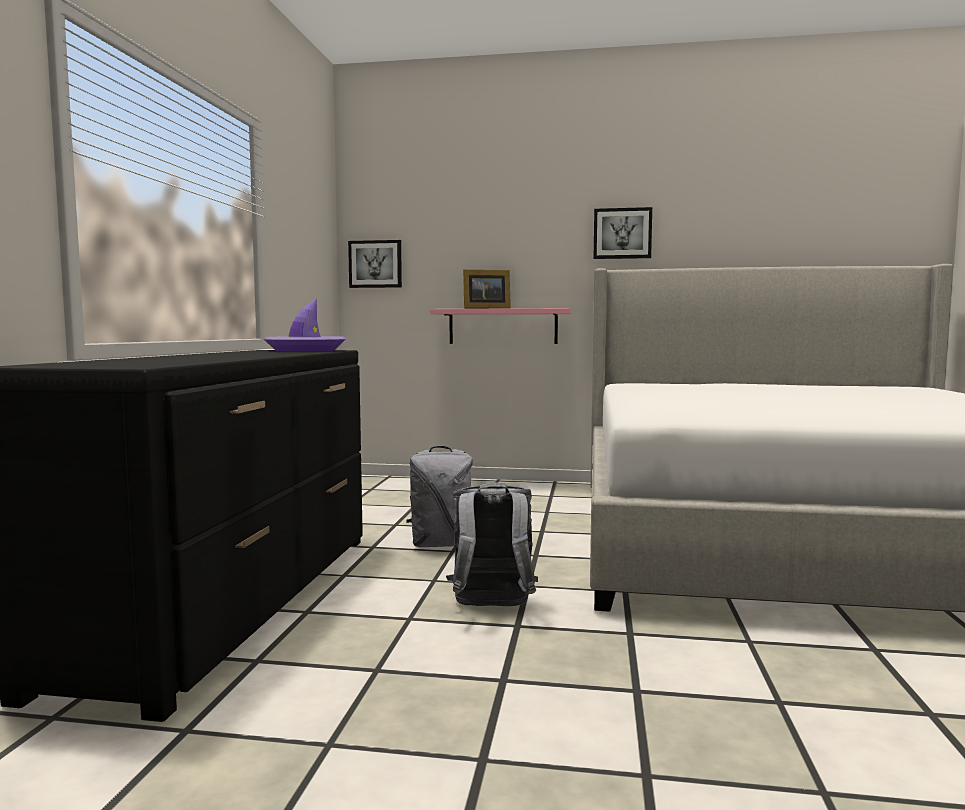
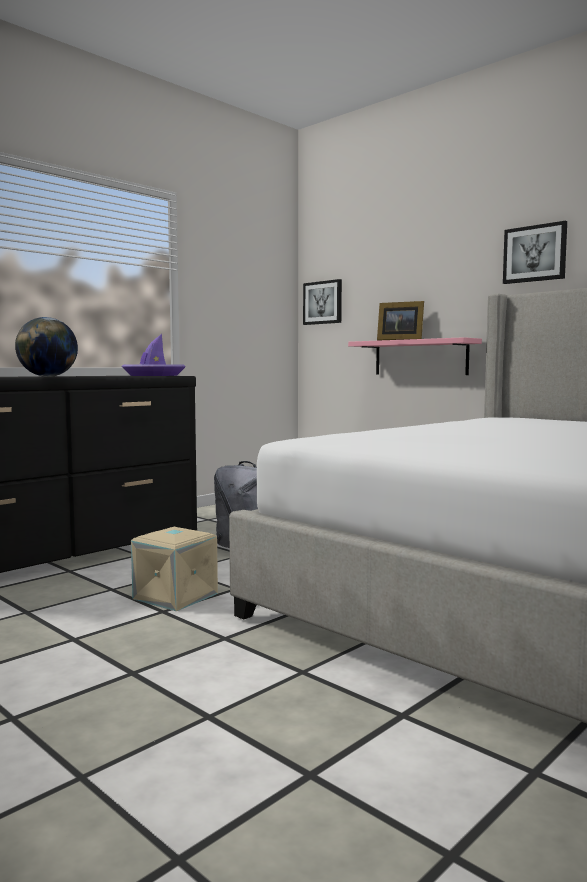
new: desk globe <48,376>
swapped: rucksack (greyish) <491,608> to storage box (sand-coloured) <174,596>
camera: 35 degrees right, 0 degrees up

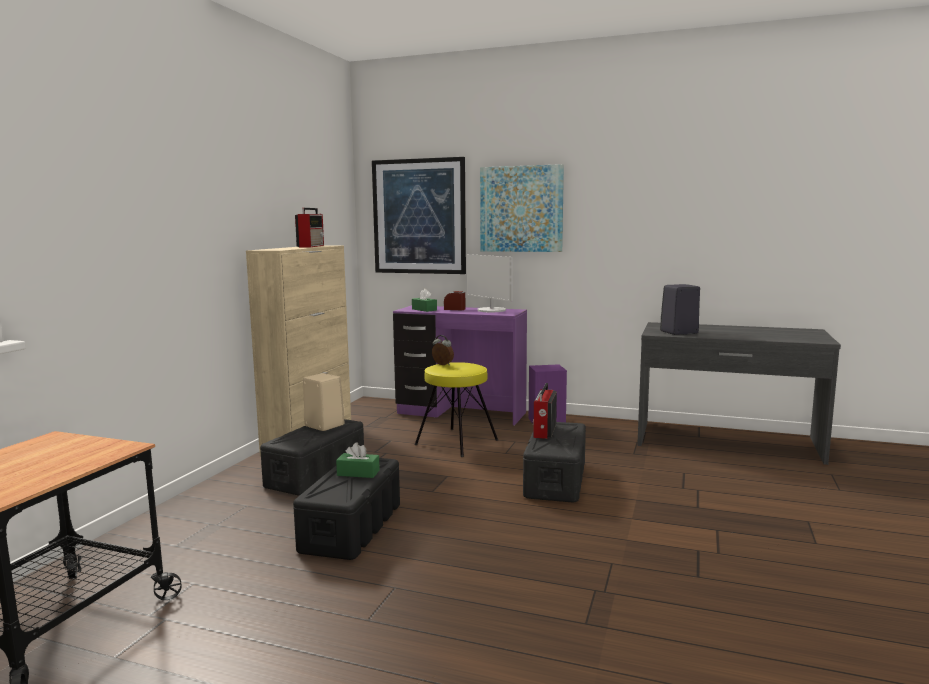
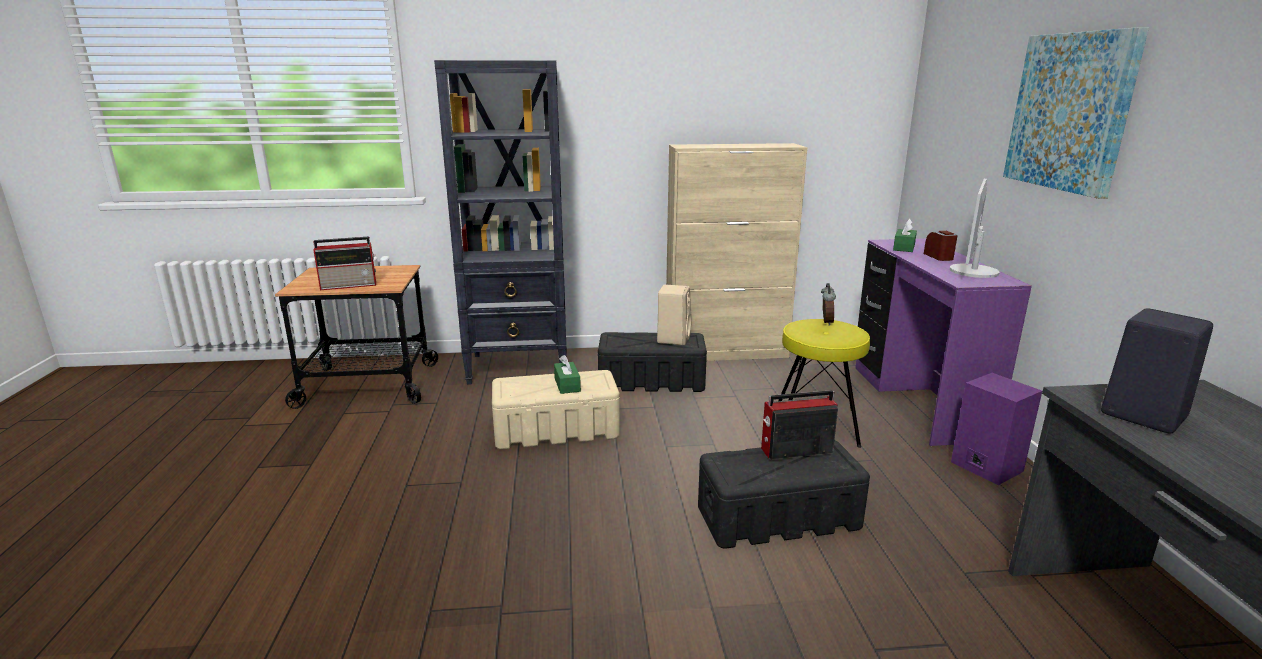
gone: wall art <419,216>
new: shelving unit (black-coloured) <520,367>
shifted: radio receiver <311,246> to <350,285>
repainted: storage box (black-coloured) <352,527> to storage box (sand-coloured) <557,430>
camera: 65 degrees right, 10 degrees up

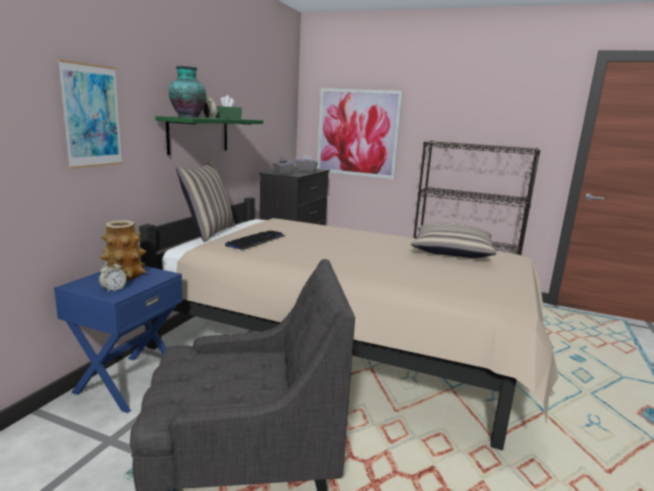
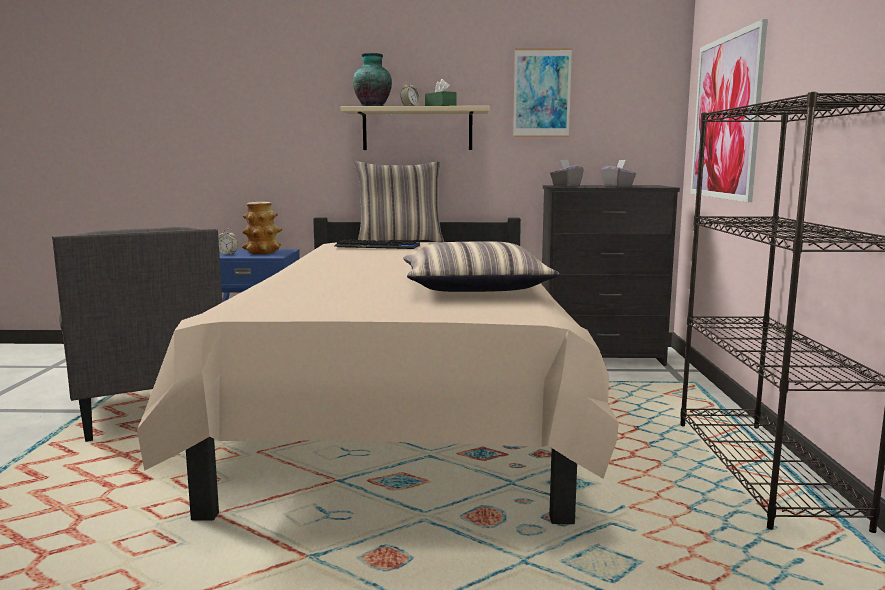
shifted: wall art <92,116> to <542,93>
repainted: wall shelf (green) <198,135> to wall shelf (sand-coloured) <417,129>
camera: 70 degrees right, 5 degrees down

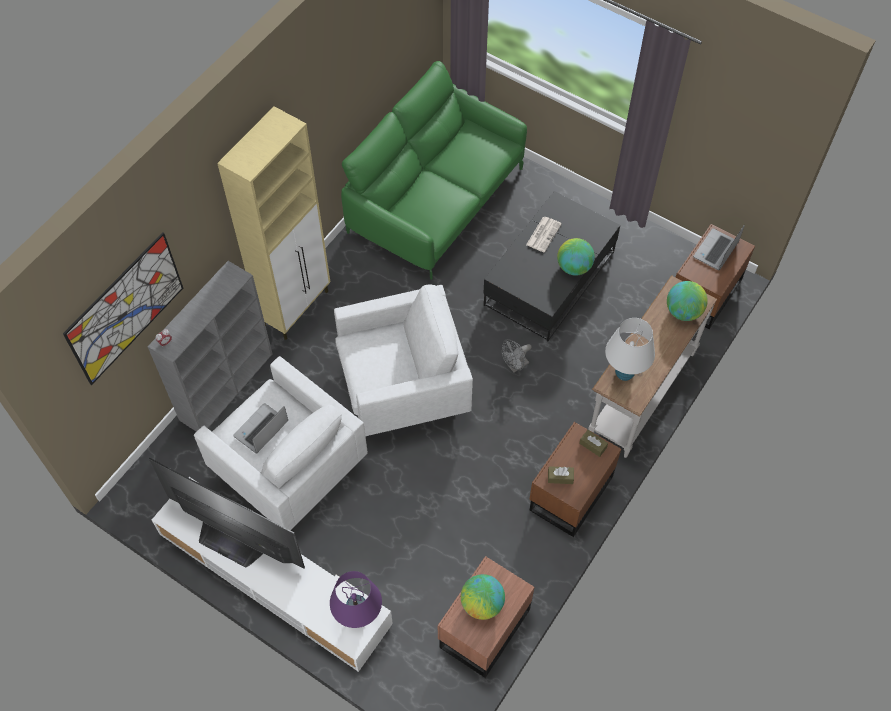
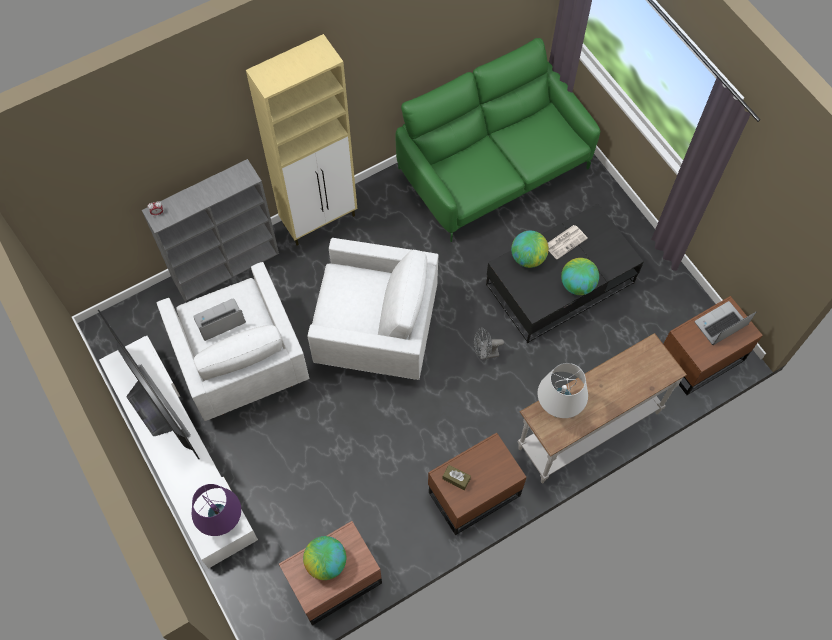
gone: wall art <126,309>; tissue box (brown-coloured) <593,445>
shifted: desk globe <683,311> to <528,258>
camera: 25 degrees right, 5 degrees up

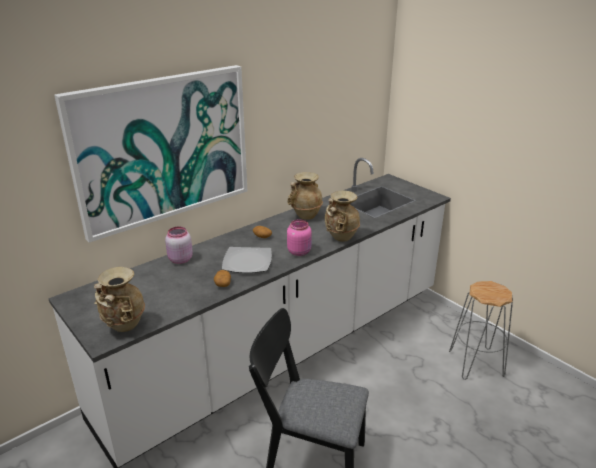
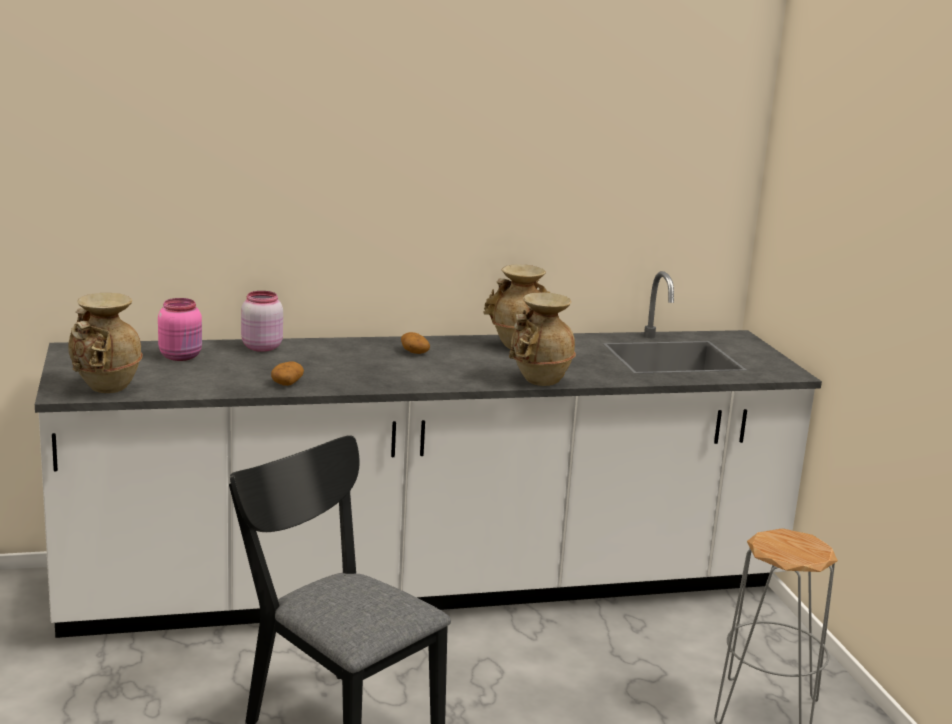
gone: wall art <163,149>; dinner plate <246,262>
shifted: jar (pink-coloured) <299,251> to <182,356>
camera: 25 degrees right, 10 degrees down

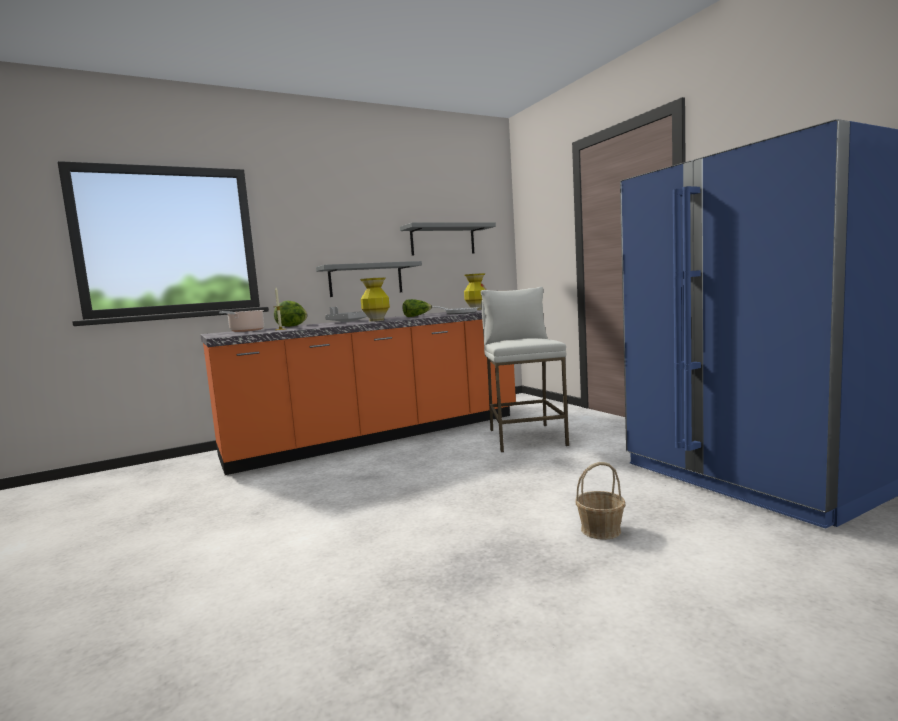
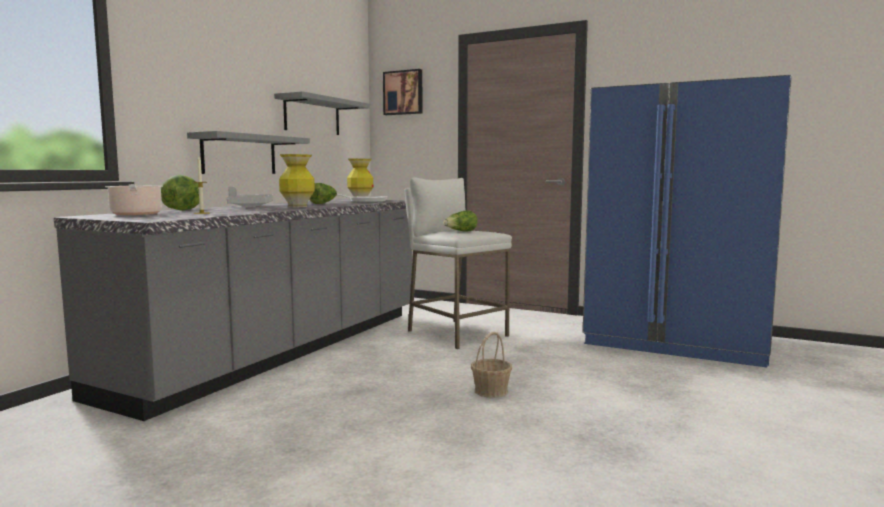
new: wall art <403,92>; lettuce head <461,231>
shifted: storage basket <601,530> to <491,391>
repainted: kitchen base unit (orange-coloured) <377,436> to kitchen base unit (greyish) <282,349>
camera: 35 degrees left, 0 degrees up

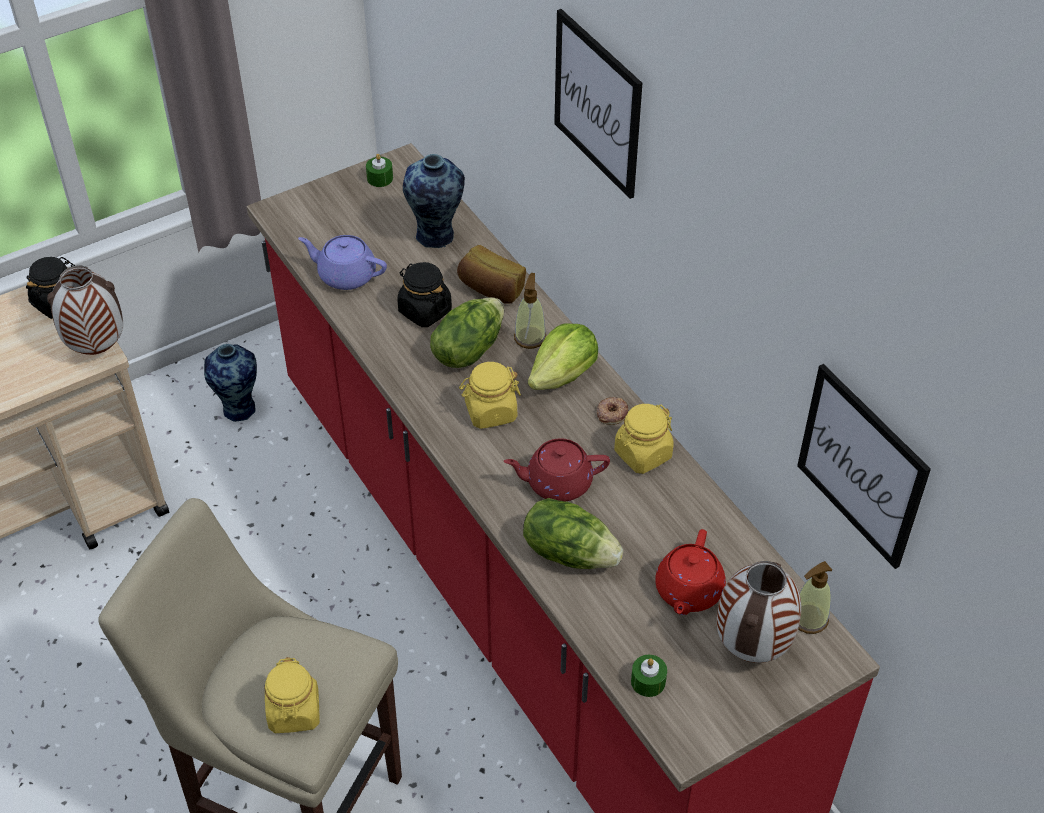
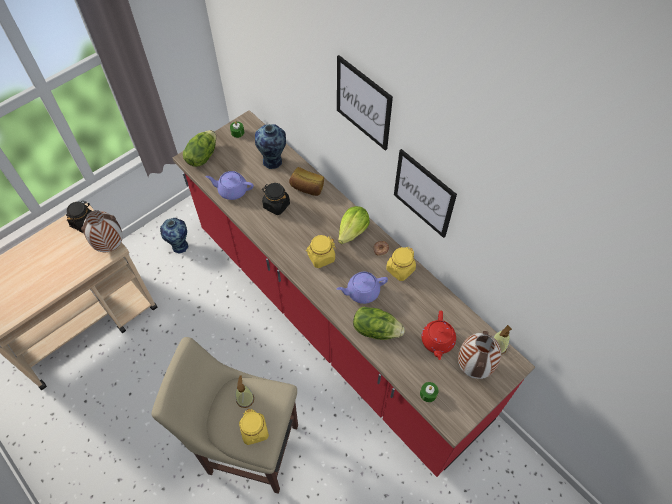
shifted: lettuce head <468,349> to <202,156>; soap bottle <530,337> to <245,399>; wall art <861,466> to <424,193>
repainted: pot for tea (red-coloured) <557,482> to pot for tea (purplish) <362,292>
camera: 10 degrees left, 10 degrees up

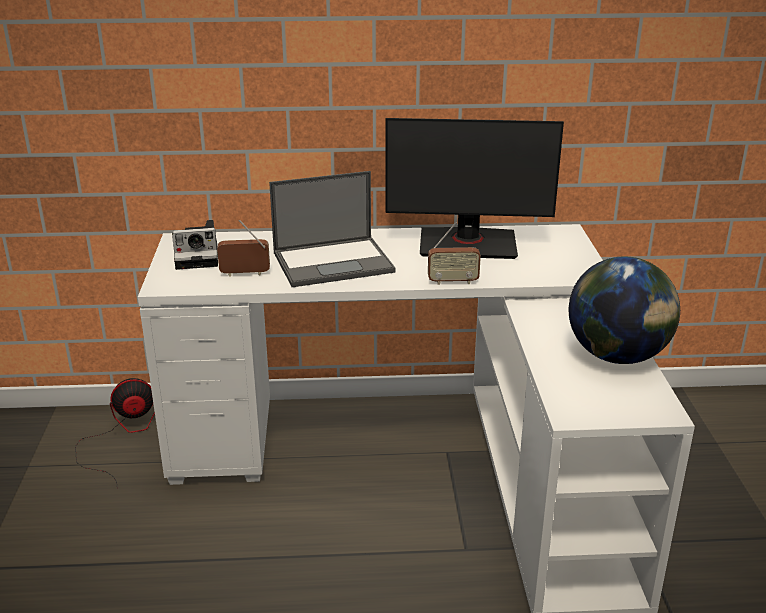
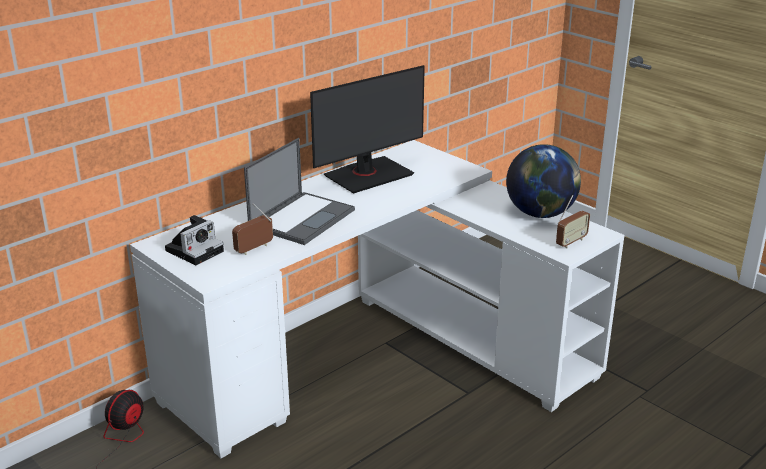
shifted: radio receiver <453,281> to <571,242>
camera: 40 degrees left, 0 degrees up

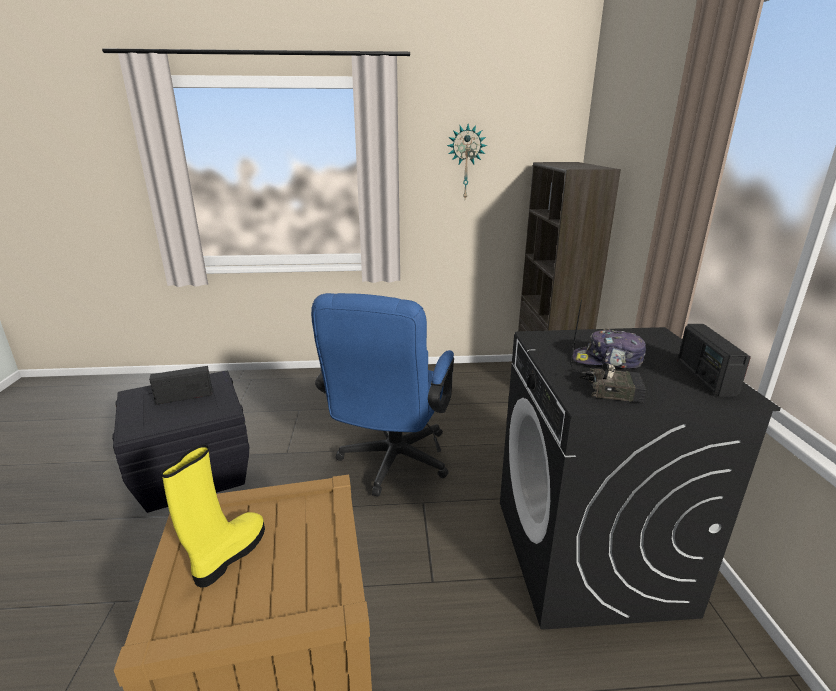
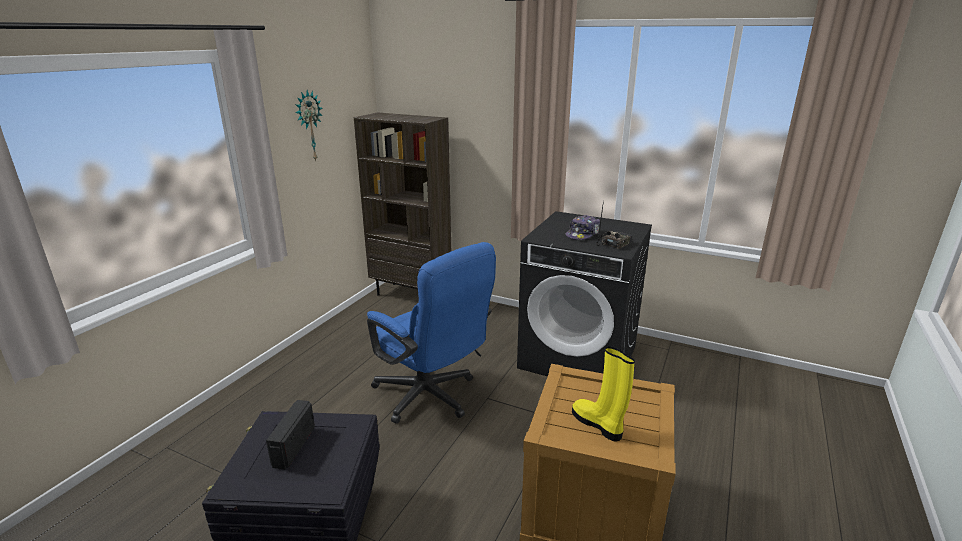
gone: radio receiver <705,377>
camera: 60 degrees left, 0 degrees up

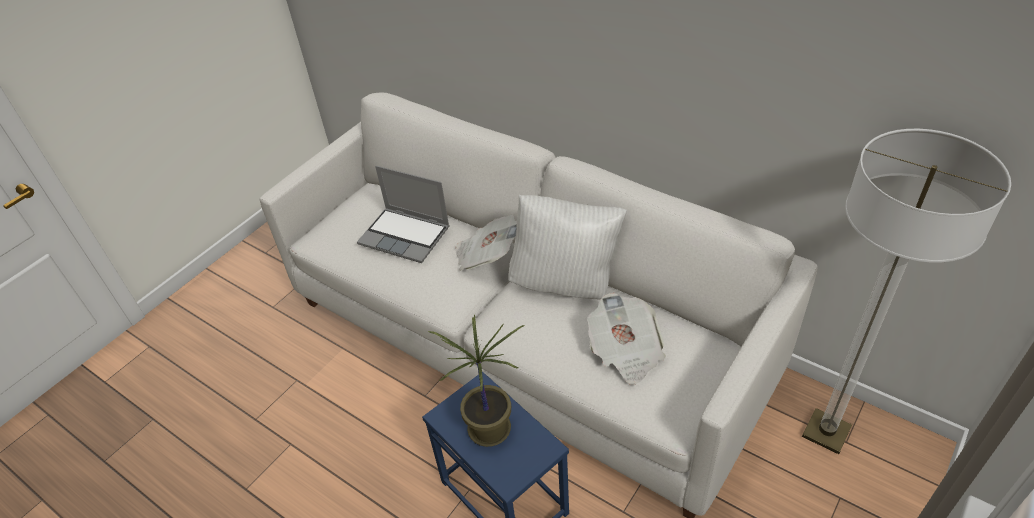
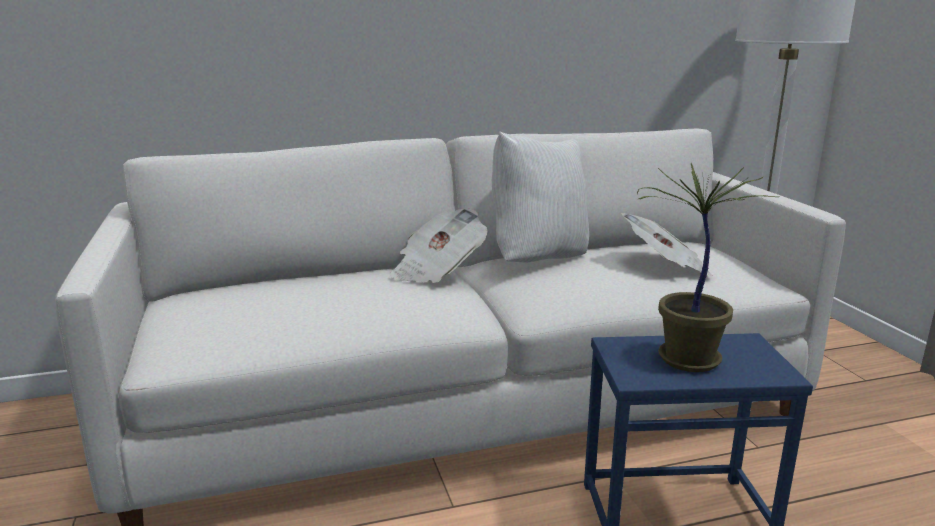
gone: notebook computer <406,236>
camera: 55 degrees left, 25 degrees down

